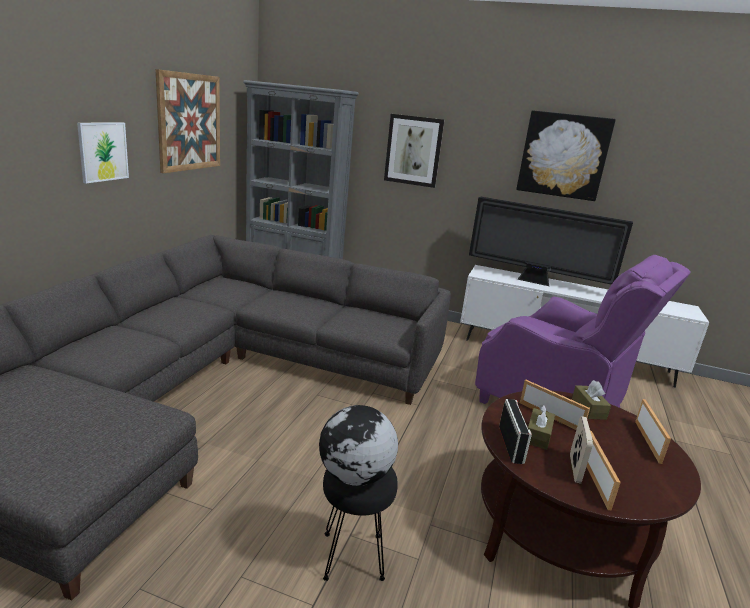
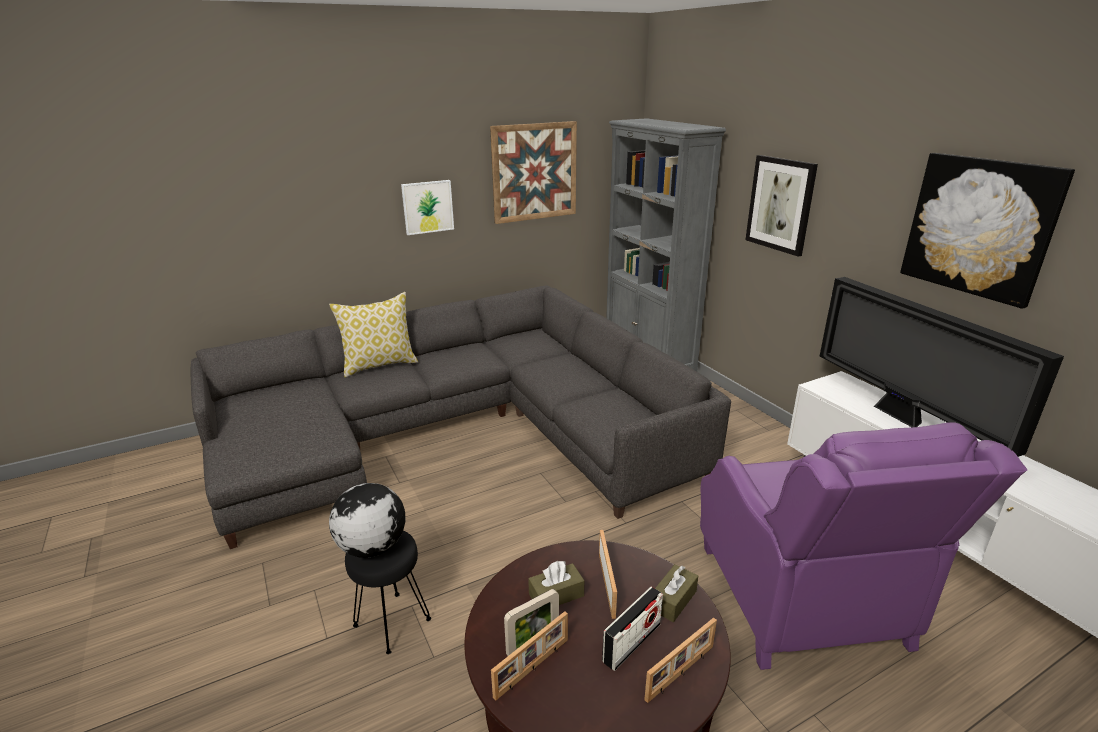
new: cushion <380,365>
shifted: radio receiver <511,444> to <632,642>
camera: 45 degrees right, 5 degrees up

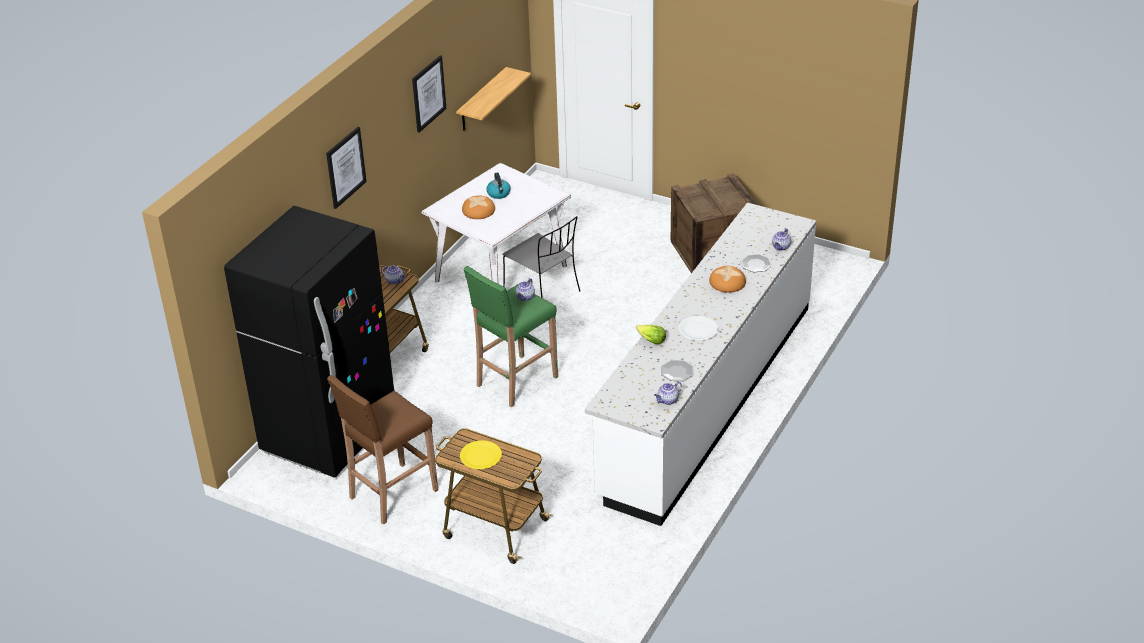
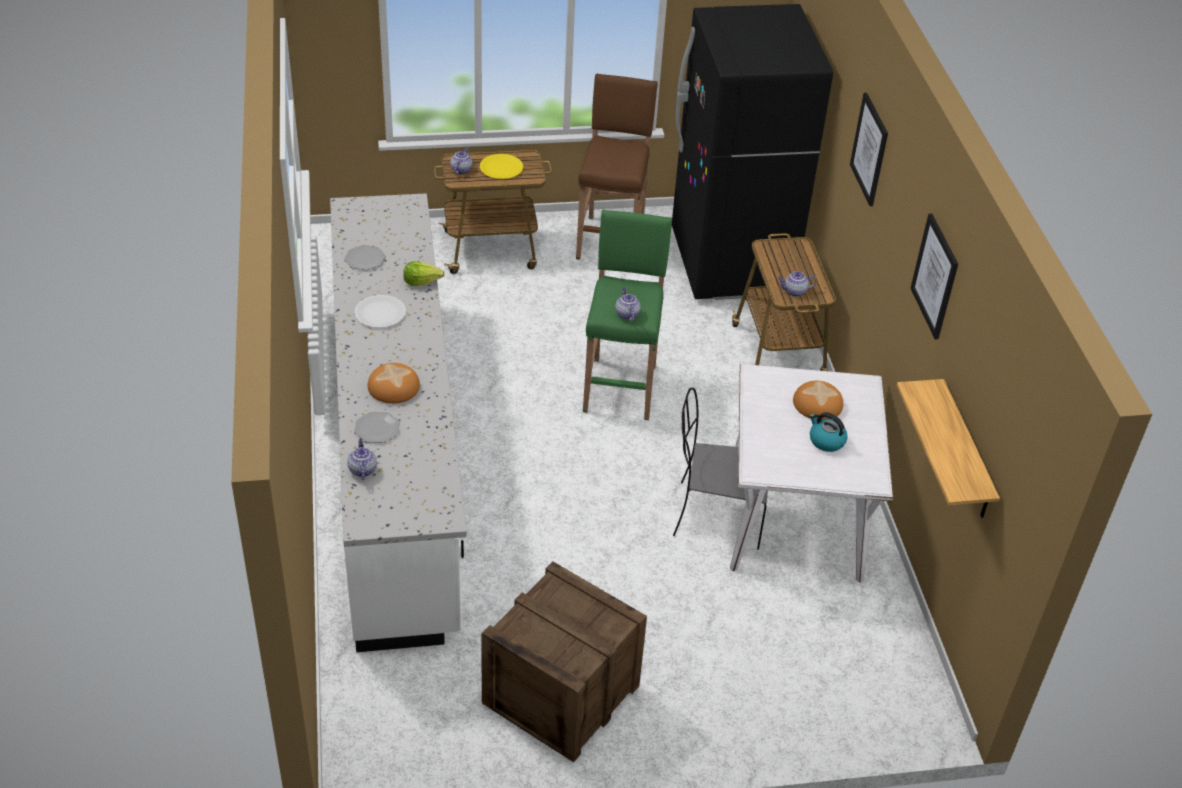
shifted: pot for tea <667,400> to <461,169>
camera: 140 degrees right, 5 degrees up

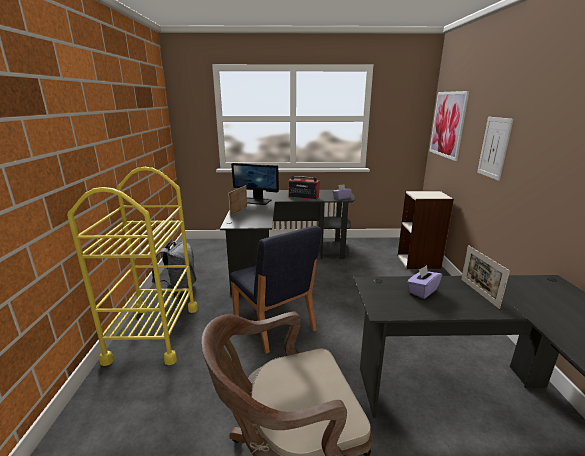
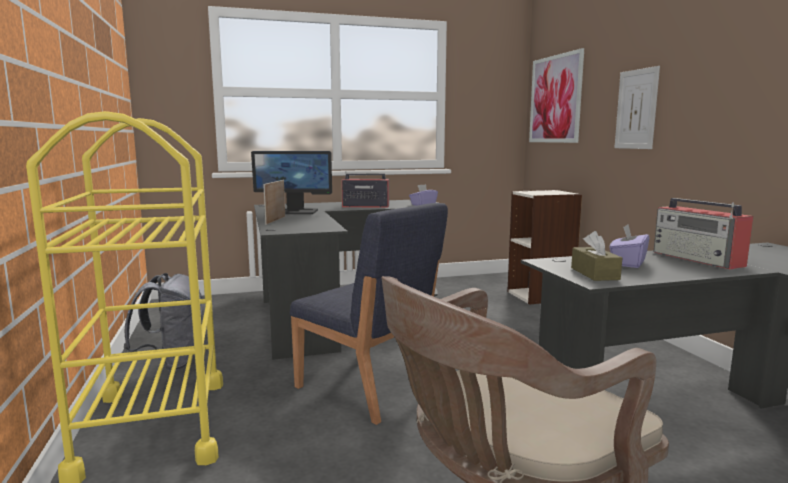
new: tissue box (brown-coloured) <594,273>
swapped: photo frame <479,293> to radio receiver <698,259>
camera: 15 degrees left, 10 degrees down

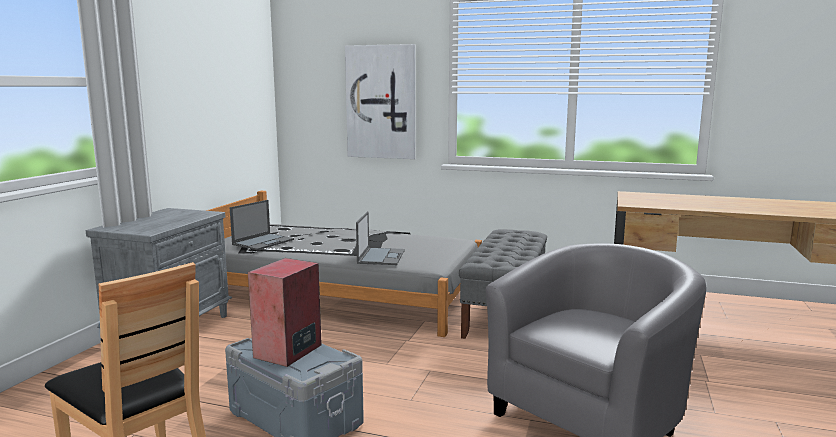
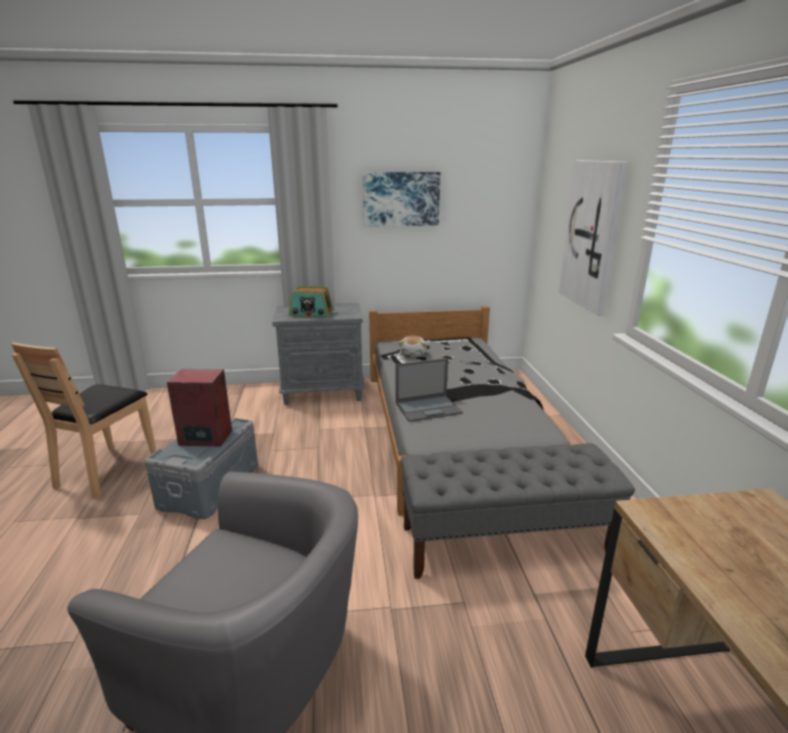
new: radio receiver <311,314>; wall art <401,199>
swapped: notebook computer <263,242> to soft toy <413,353>
camera: 65 degrees right, 10 degrees up

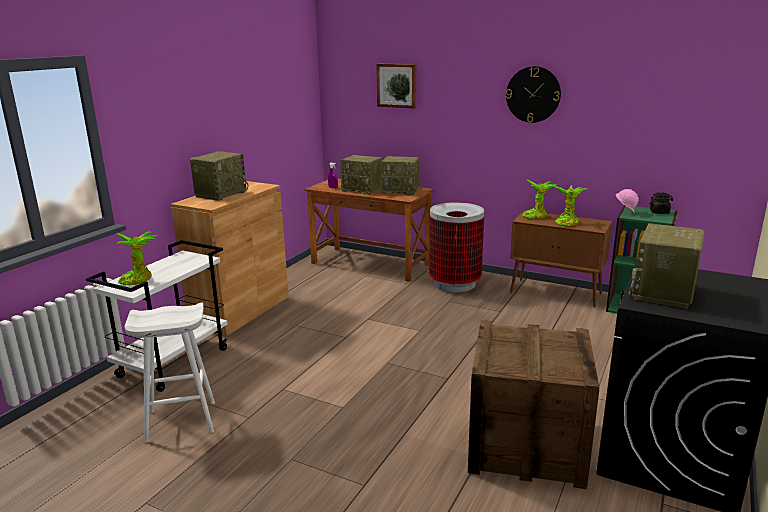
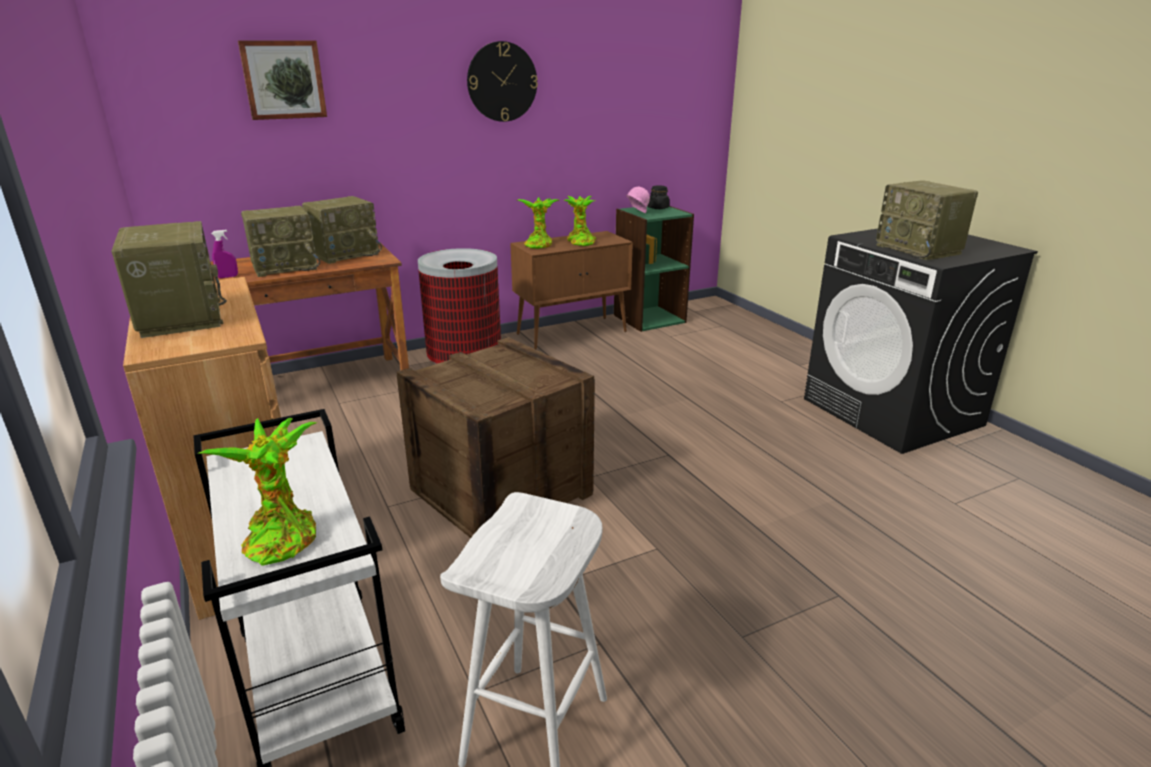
shifted: packing crate <526,444> to <500,491>
camera: 55 degrees left, 5 degrees up

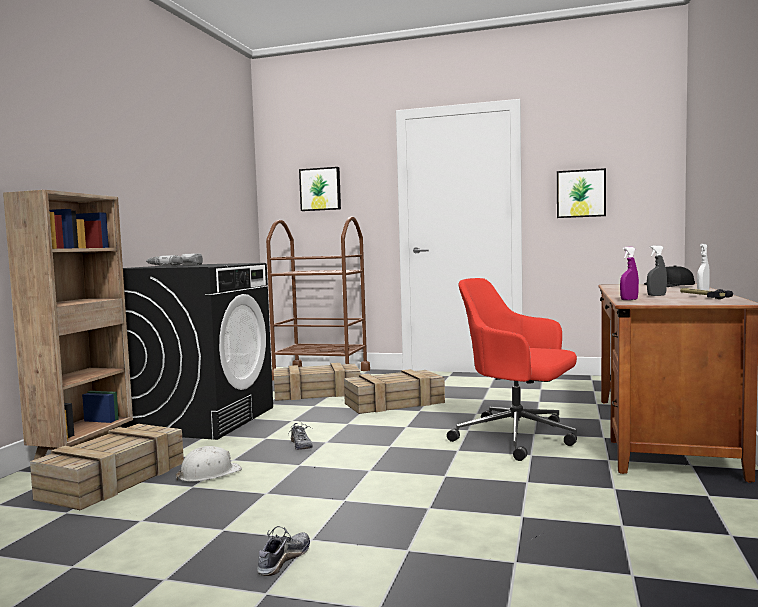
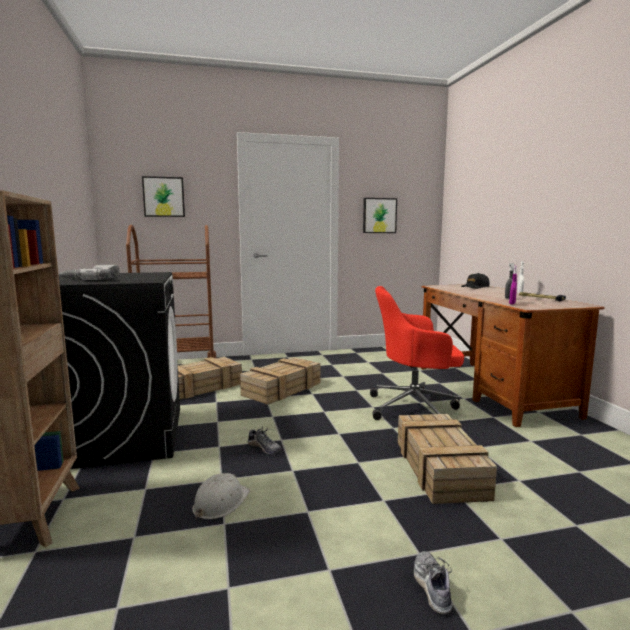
shifted: packing crate <112,481> to <441,469>
camera: 30 degrees left, 5 degrees up

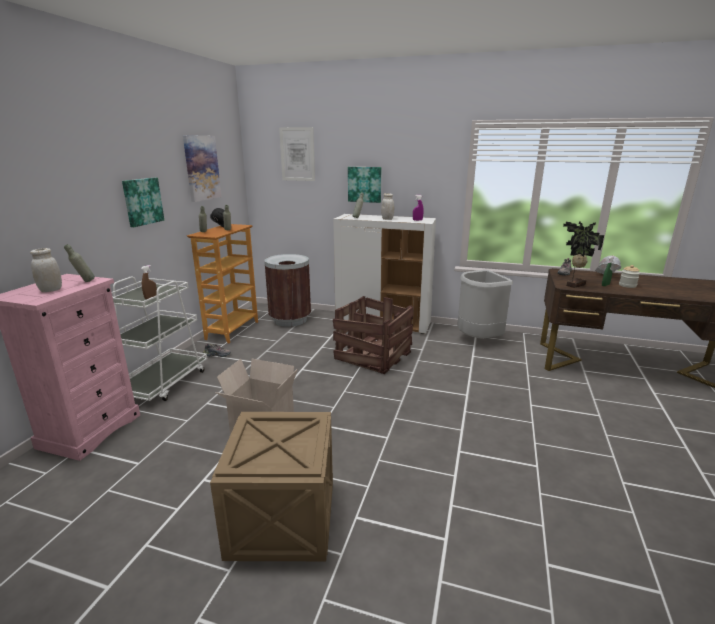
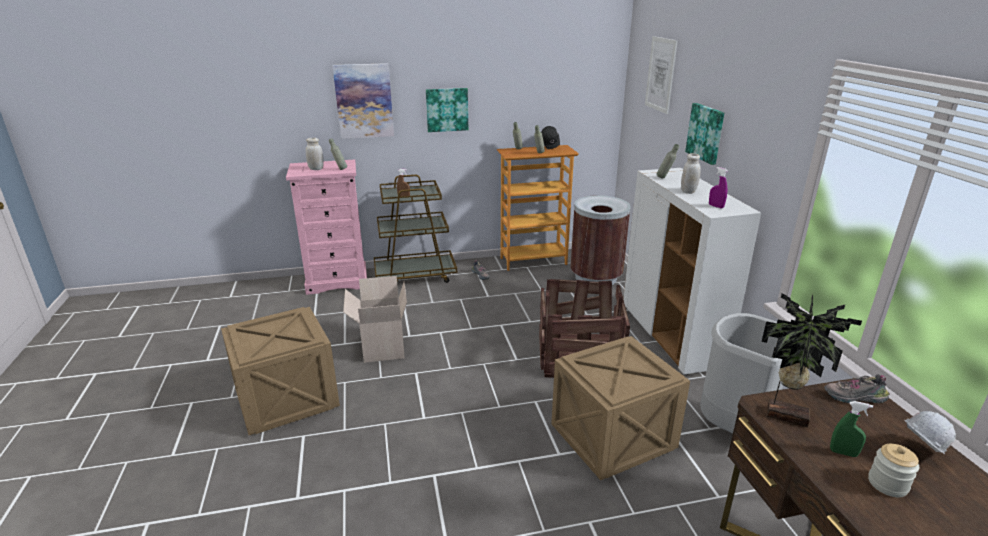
new: packing crate <614,437>
shifted: wall art <201,168> to <364,101>
repainted: wheeled cart (whitish) <163,383> to wheeled cart (brown-coloured) <415,275>
camera: 60 degrees right, 5 degrees up

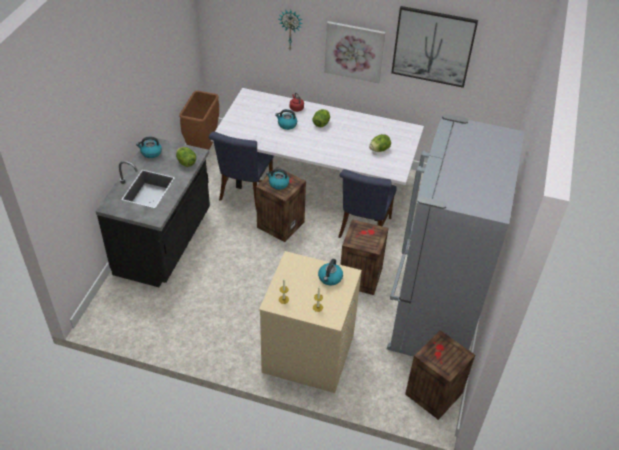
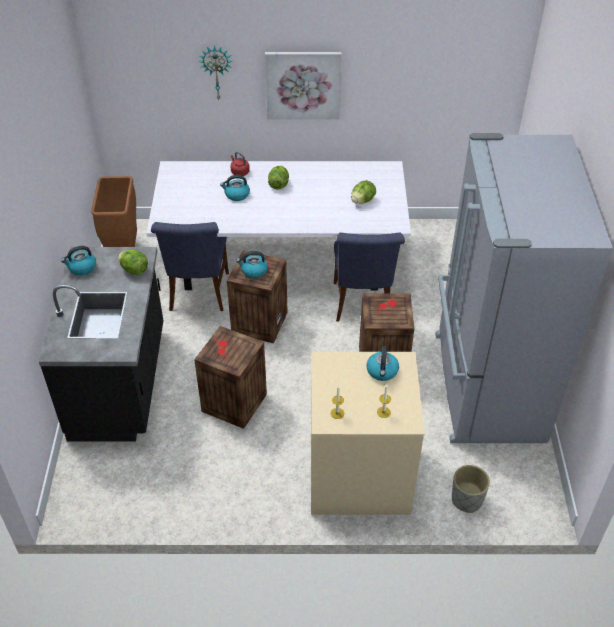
gone: wall art <433,46>
new: plant pot (greyish) <467,500>
shifted: packing crate <432,393> to <233,403>
camera: 15 degrees left, 0 degrees up

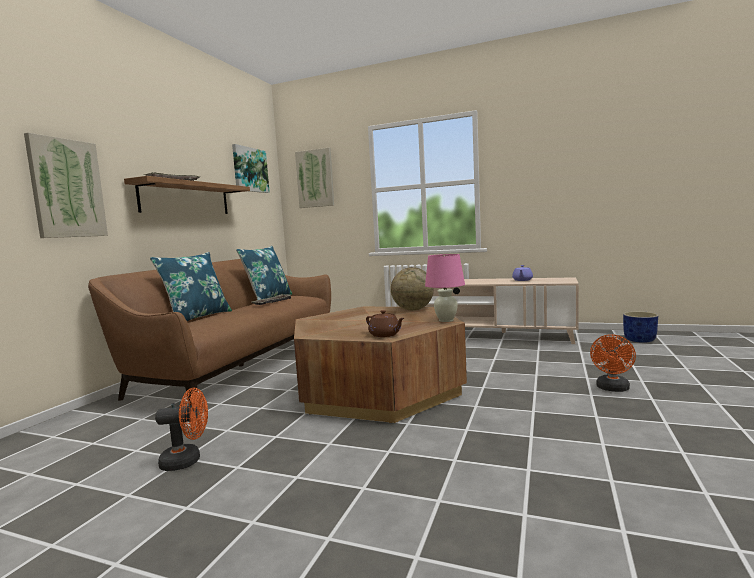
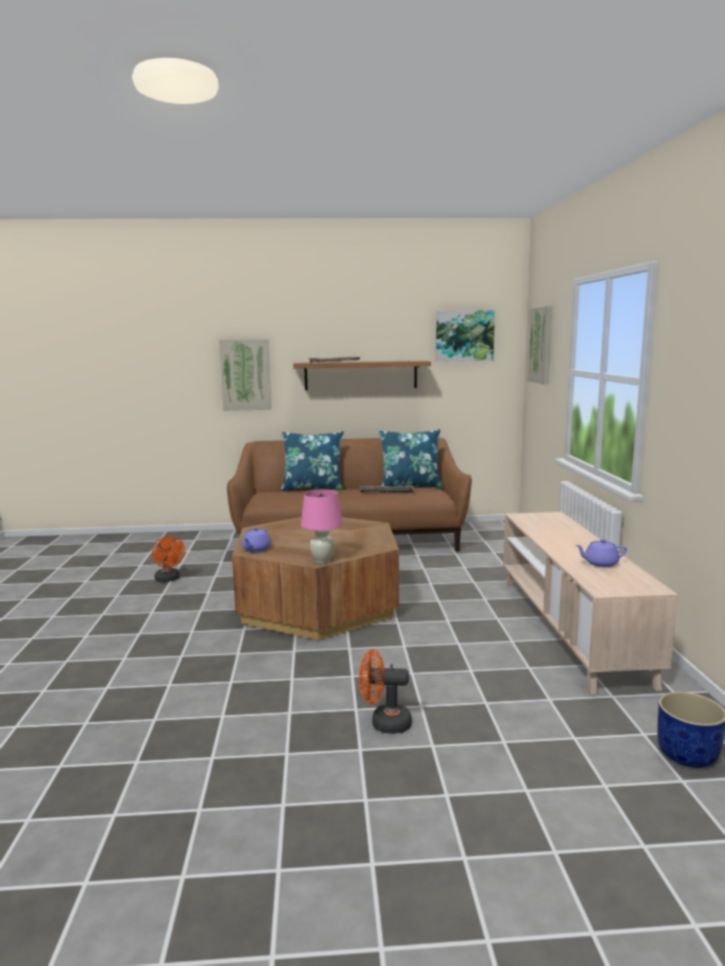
gone: desk globe <413,309>
repainted: pot for tea (brown-coloured) <385,335> to pot for tea (purplish) <256,549>
camera: 65 degrees right, 5 degrees up

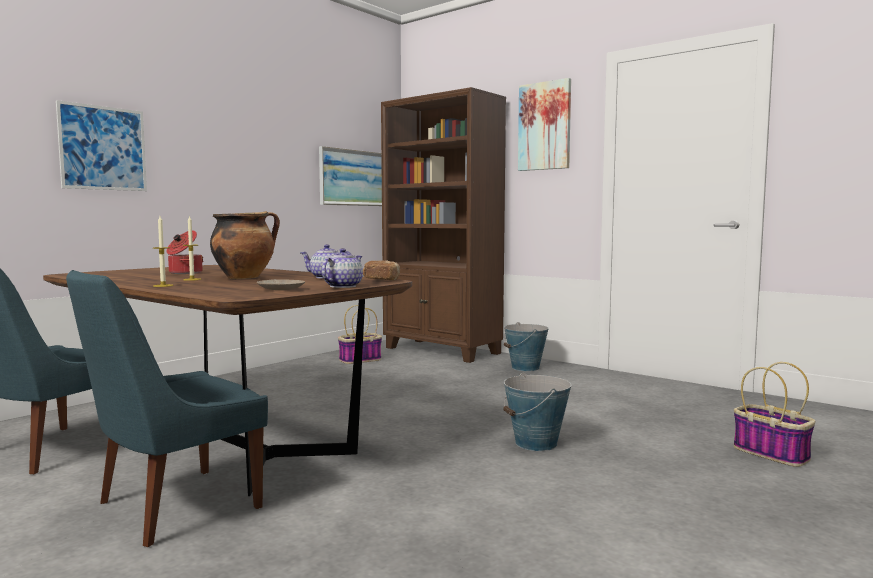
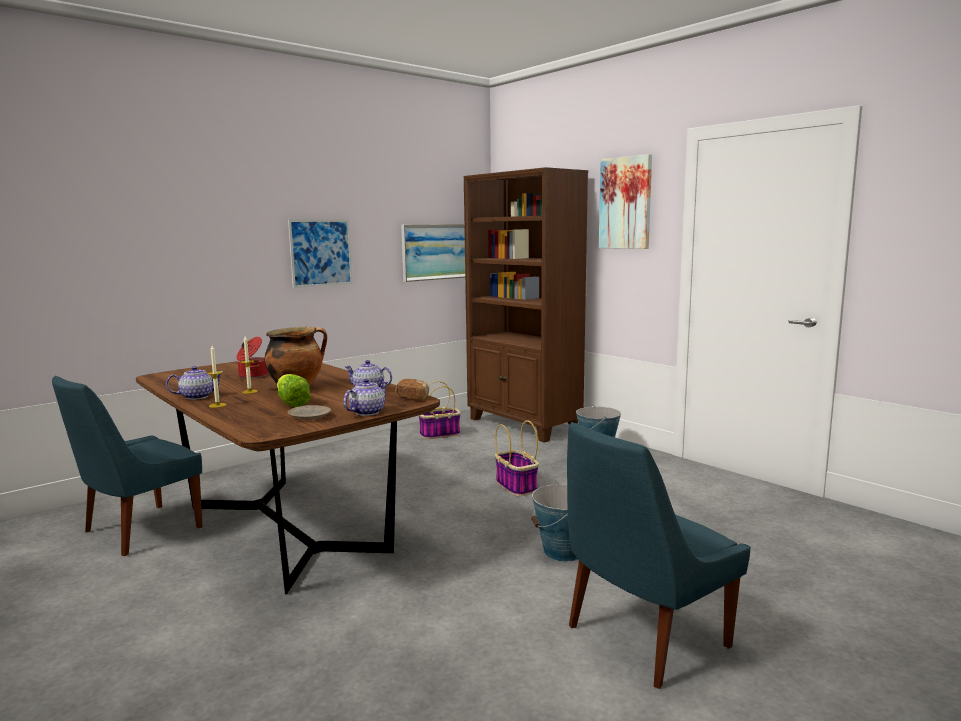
new: pot for tea <196,397>; lettuce head <292,403>
shifted: wall art <103,148> to <321,252>; chair (blue-coloured) <173,507> to <642,638>; storage basket <772,453> to <517,486>
camera: 10 degrees right, 5 degrees up

